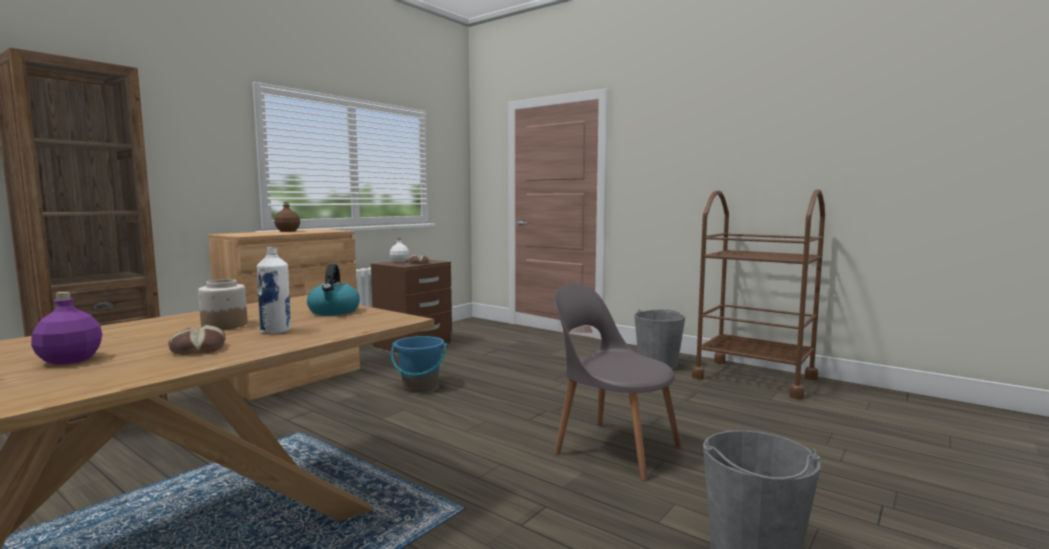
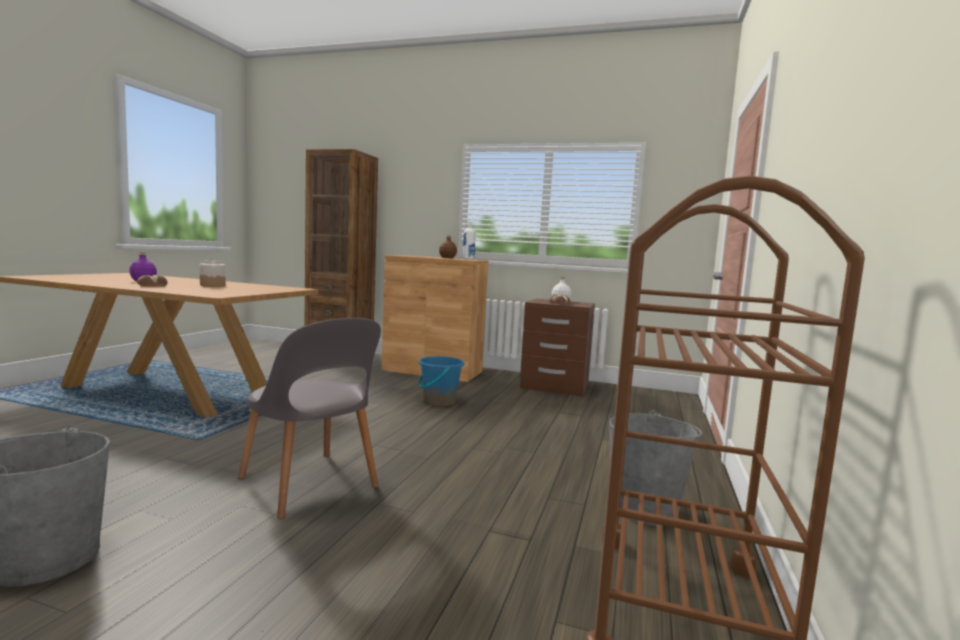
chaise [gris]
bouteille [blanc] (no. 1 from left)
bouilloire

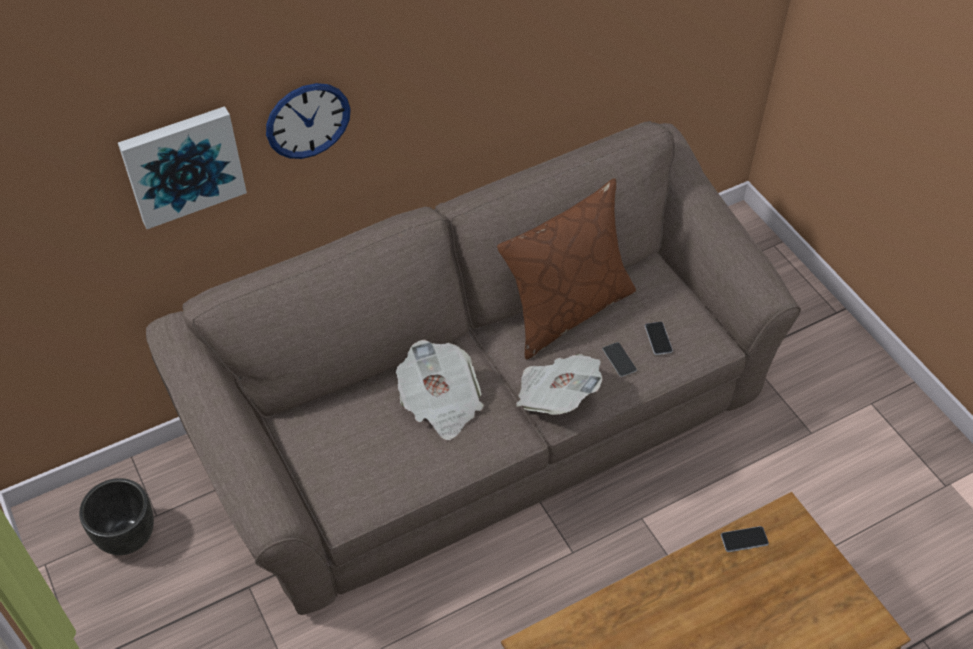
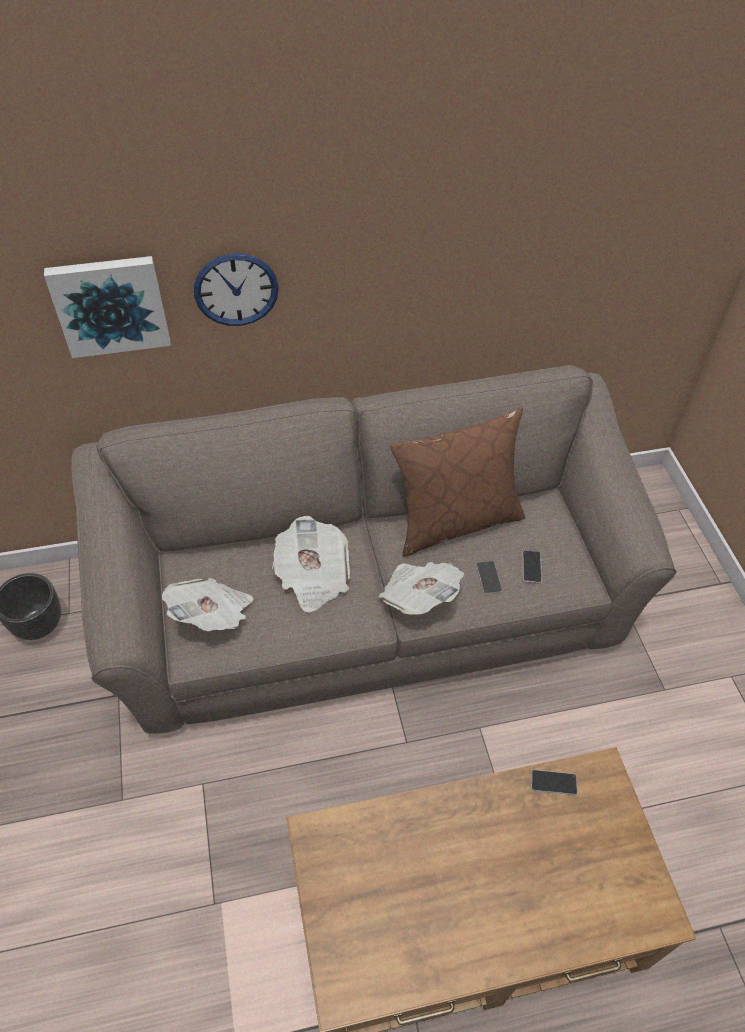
journal (no. 1 from left)

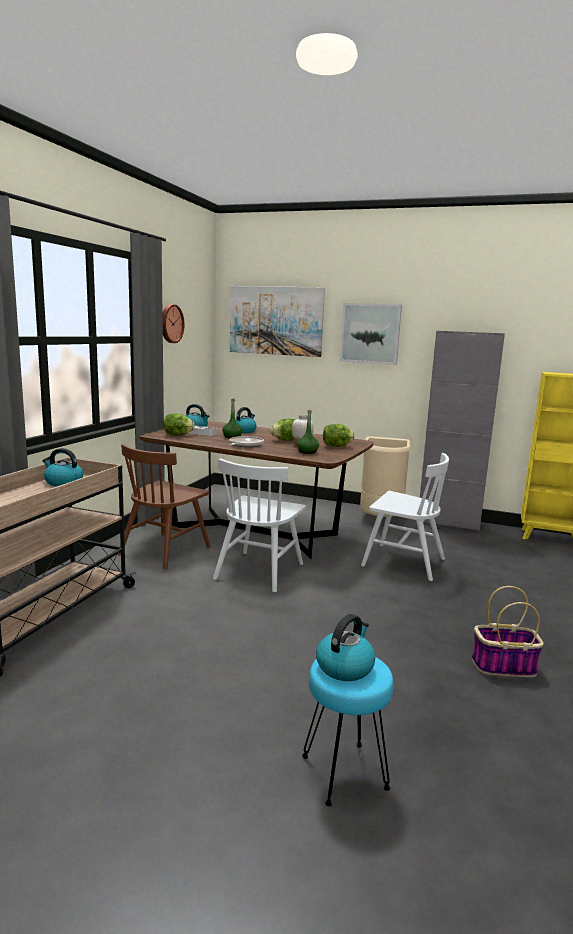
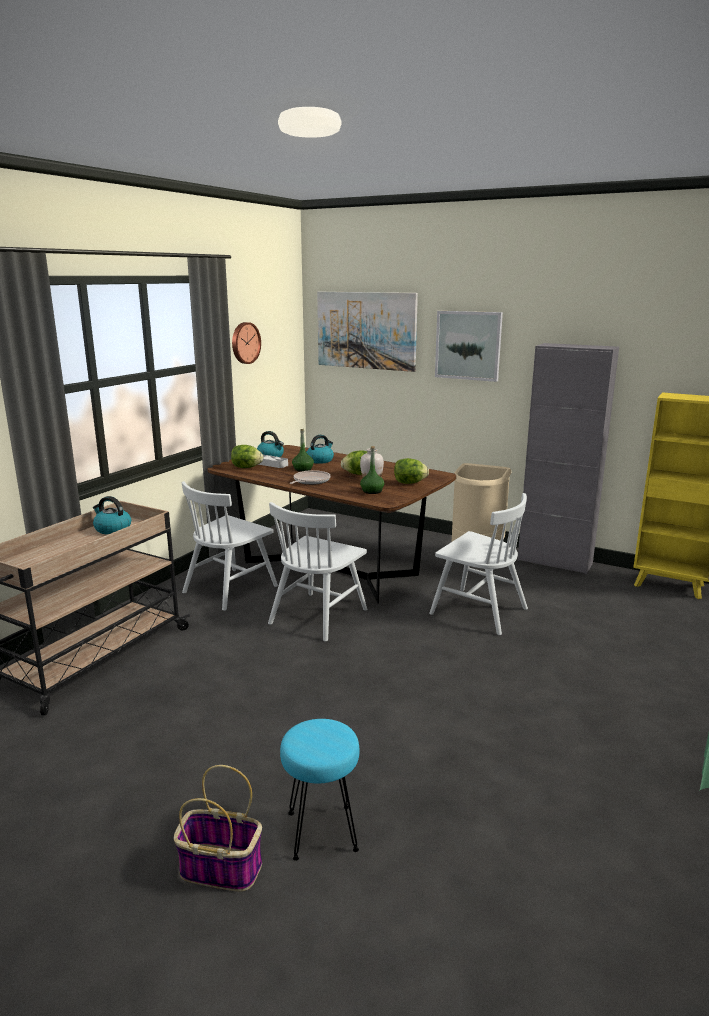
panier
chaise [blanc] (no. 1 from left)
bouilloire (no. 4 from left in the first image)

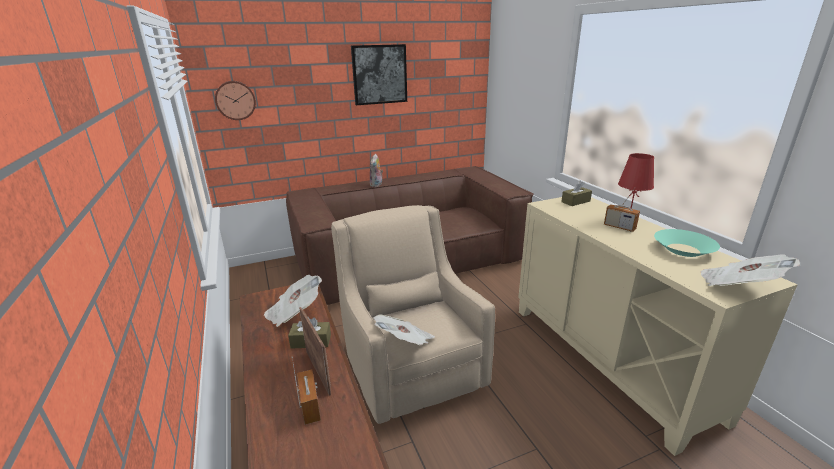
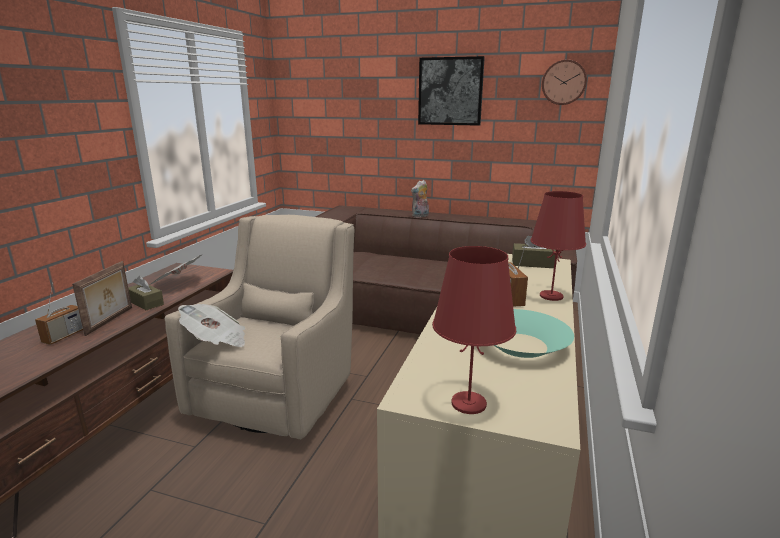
lampe de table [rouge] (no. 1 from left)
horloge murale

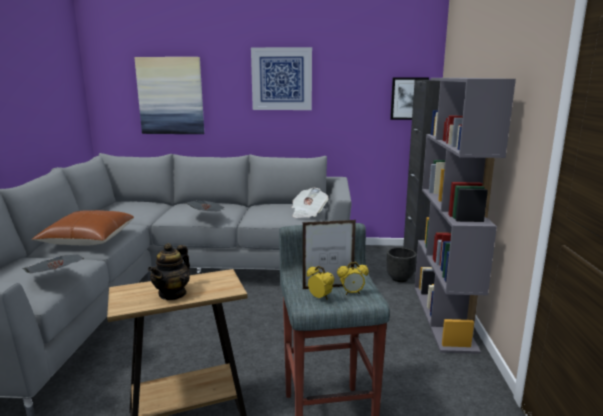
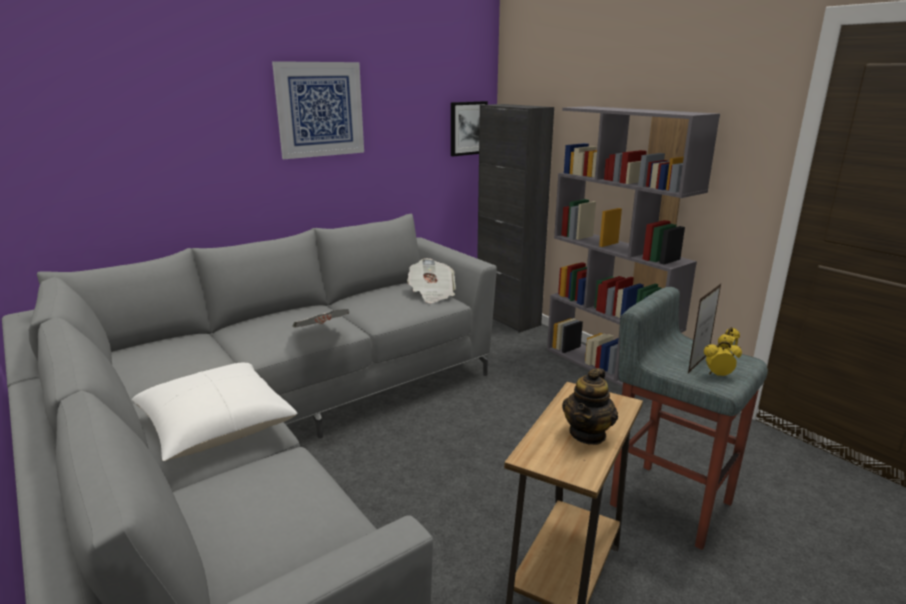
coussin [blanc]
théière
journal (no. 1 from left in the first image)
tableau (no. 1 from left in the first image)
cache-pot [noir]

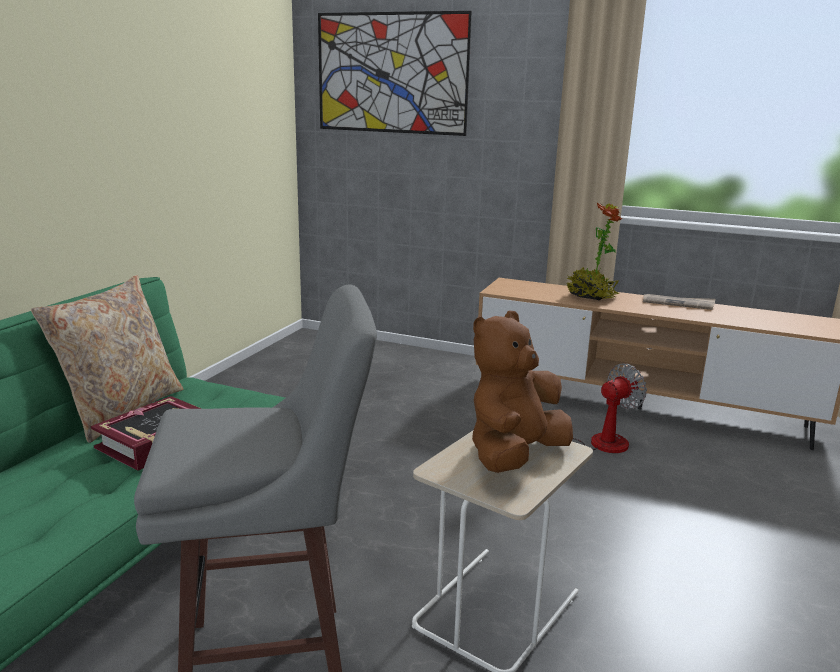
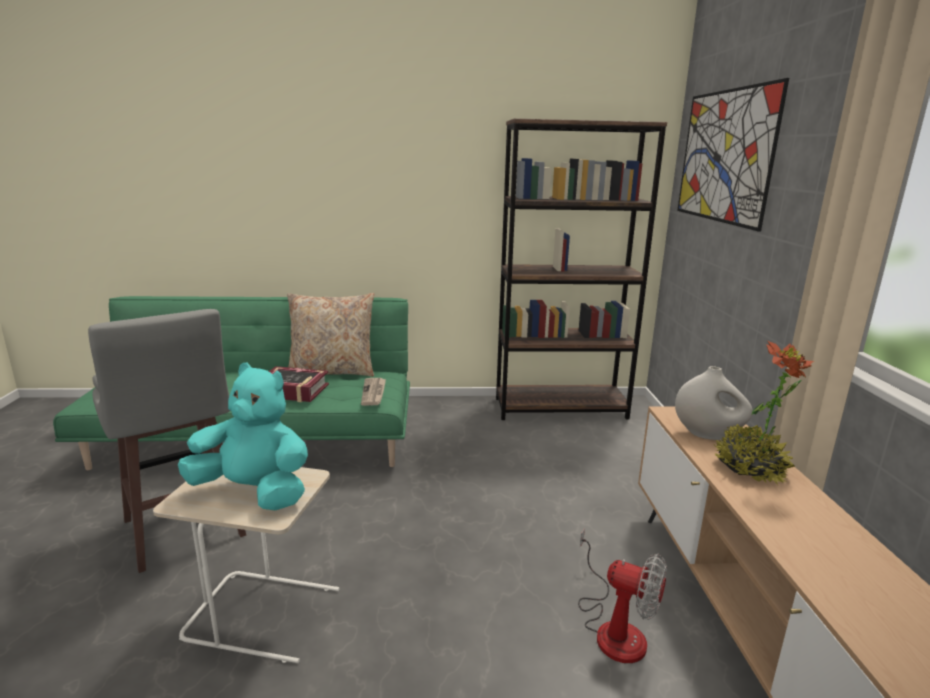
peluche [turquoise]
journal
bibliothèque [marron]
vase [blanc]

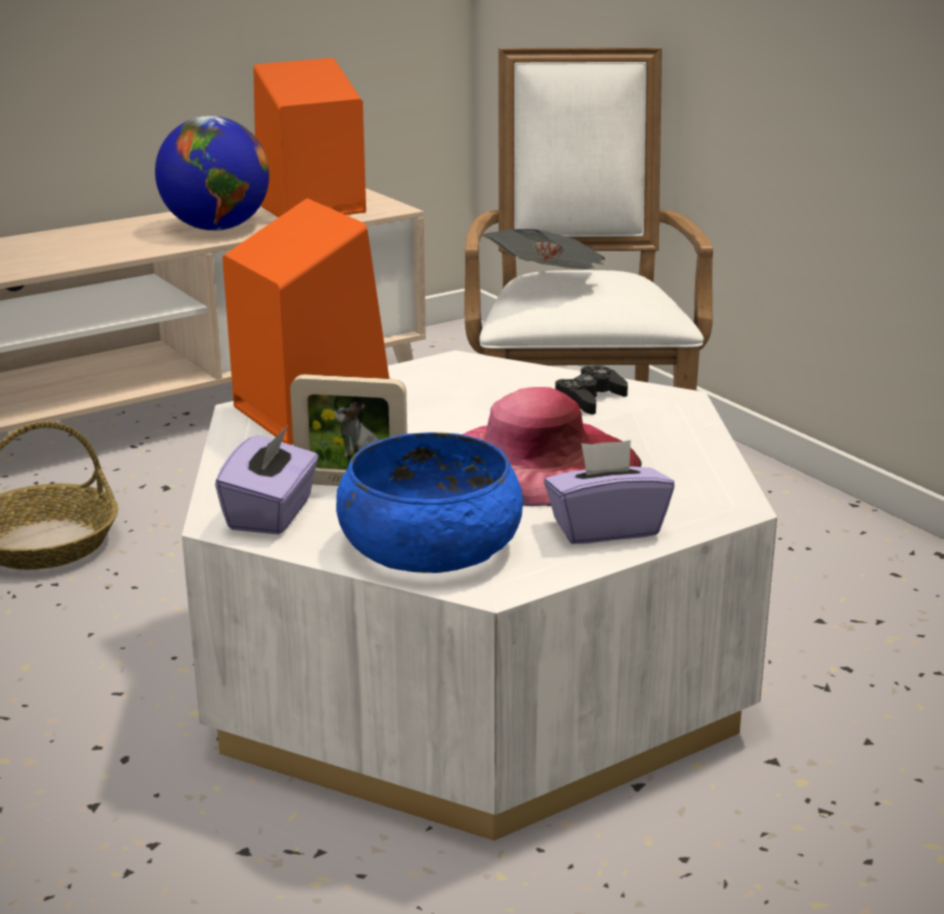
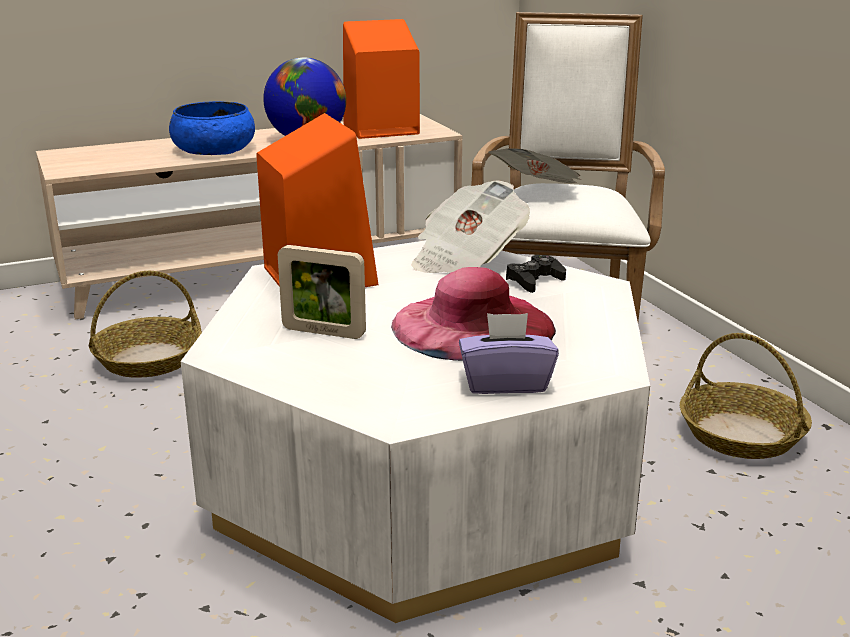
bol [bleu]
journal (no. 1 from left)
panier (no. 2 from left)
boîte à mouchoirs [violet] (no. 1 from left in the first image)

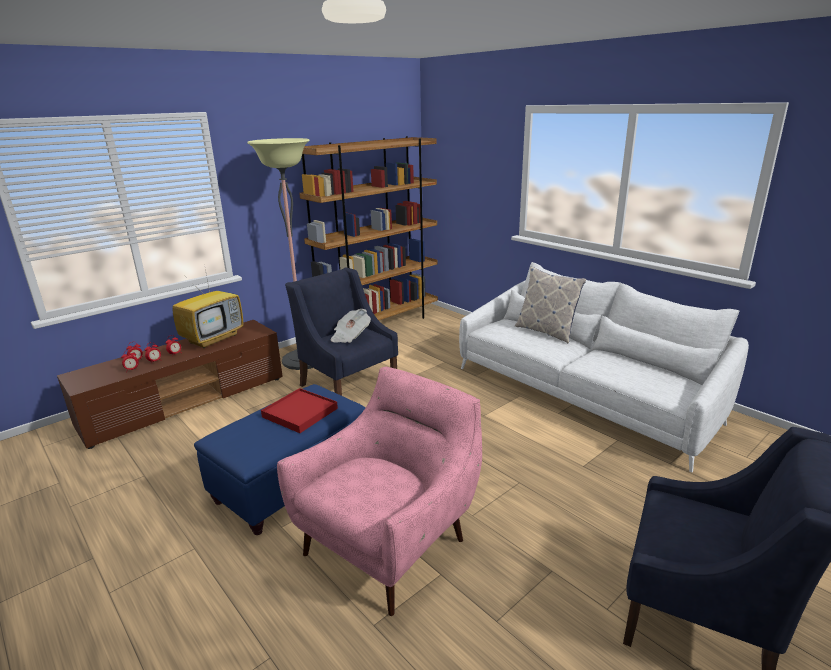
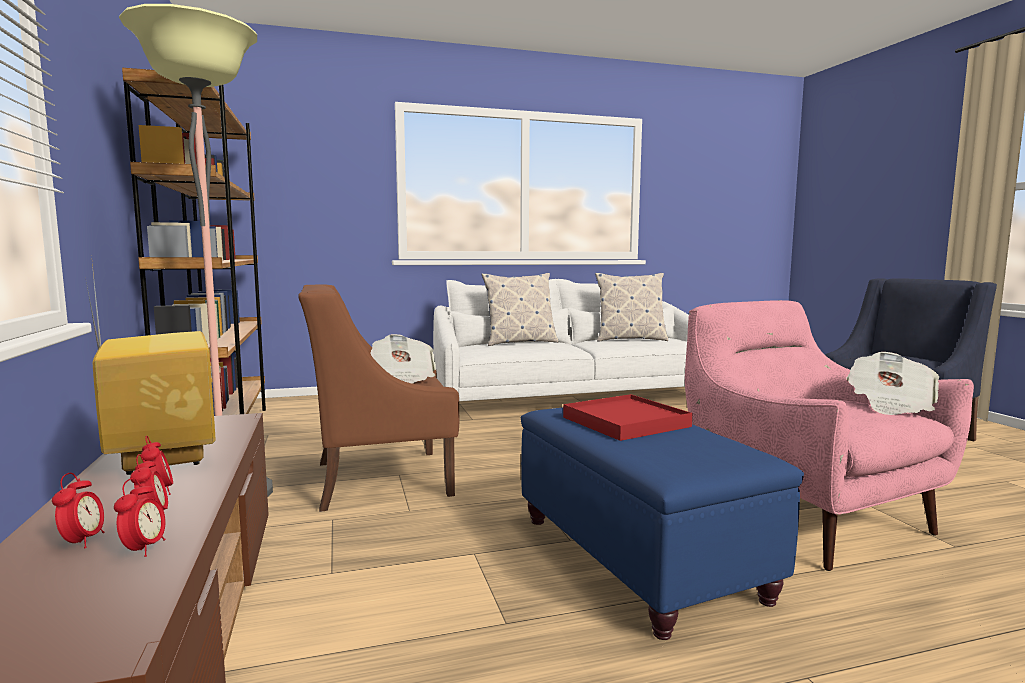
fauteuil [marron]
coussin (no. 2 from left)
journal (no. 2 from left)

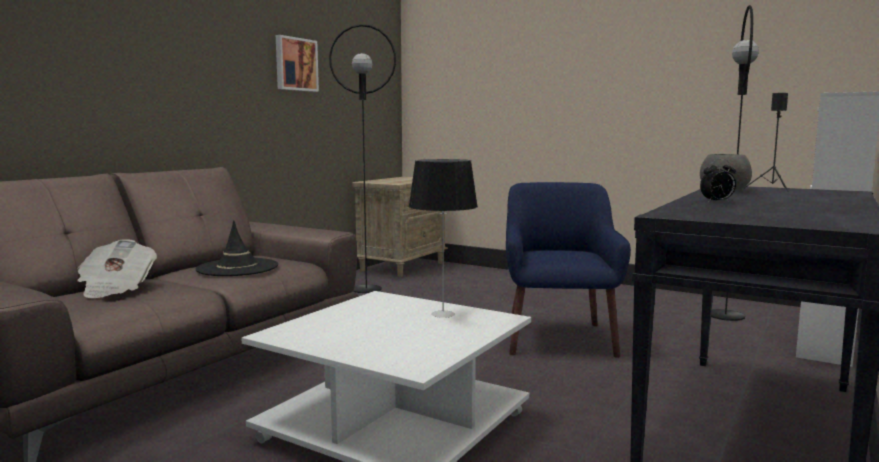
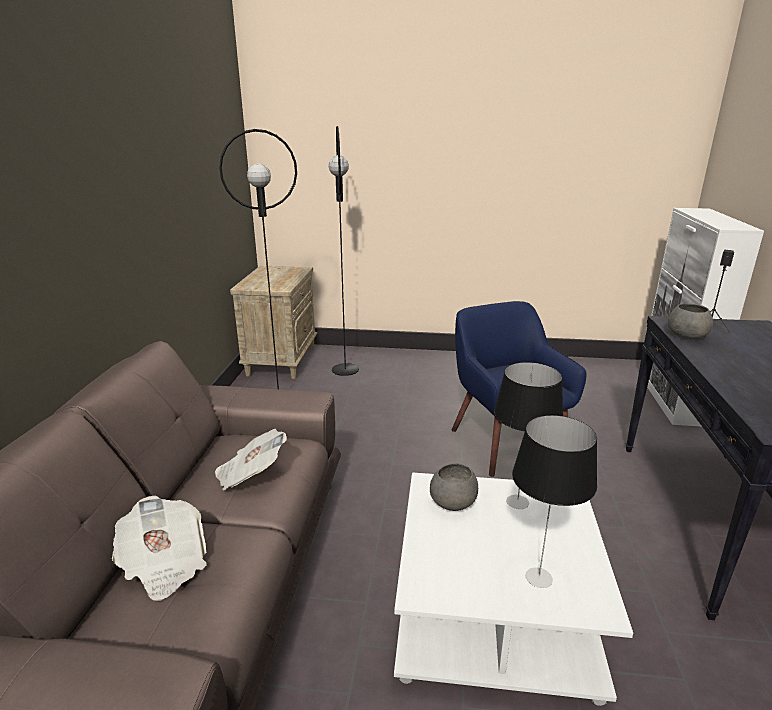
journal (no. 2 from left)
lampadaire [noir] (no. 2 from left)
bol [gris] (no. 1 from left)
lampe de table (no. 2 from left)
tableau
réveil

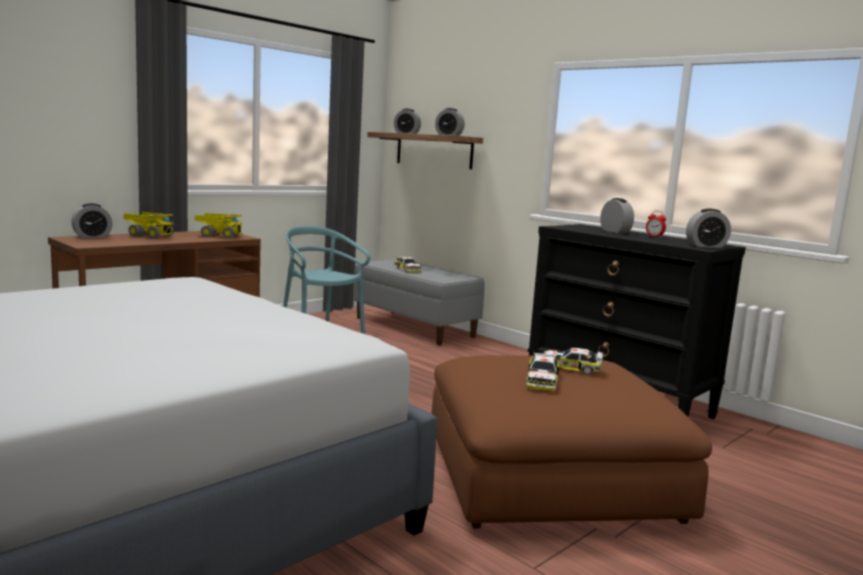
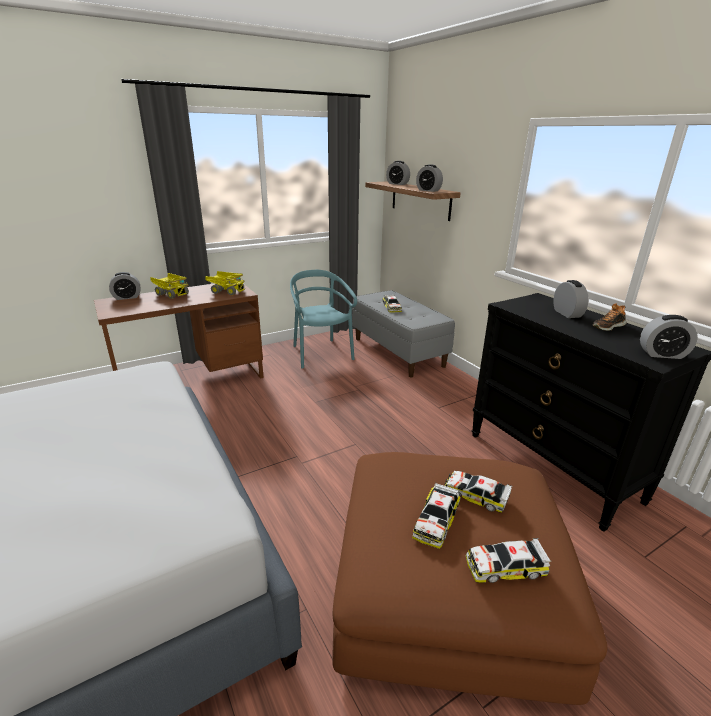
petite voiture (no. 4 from left)
chaussure

